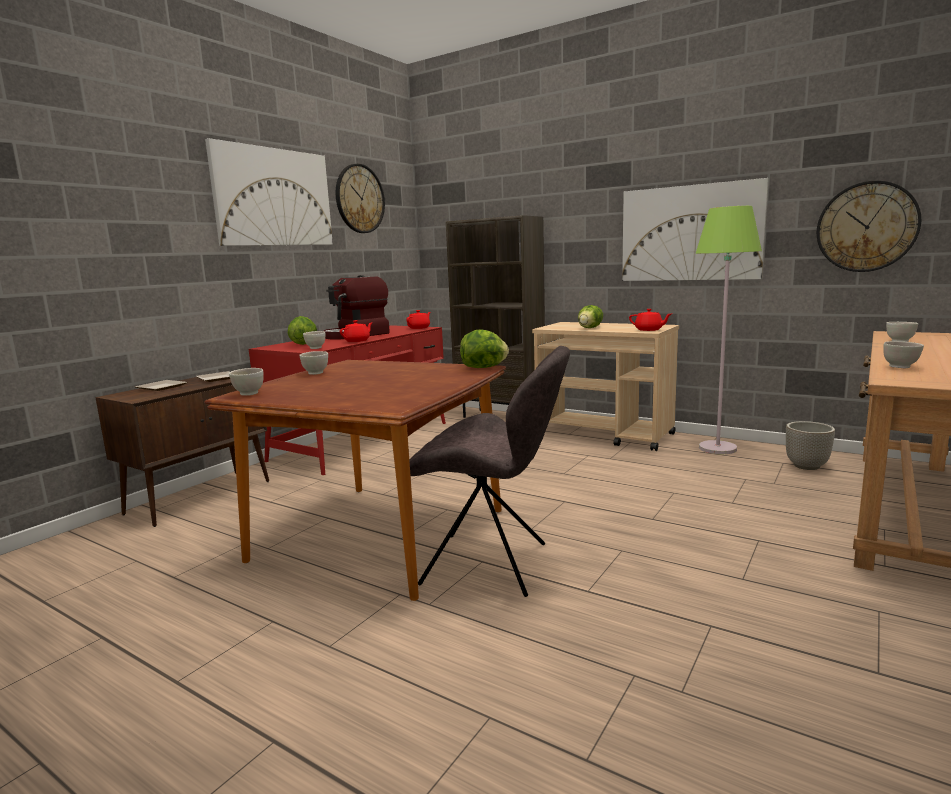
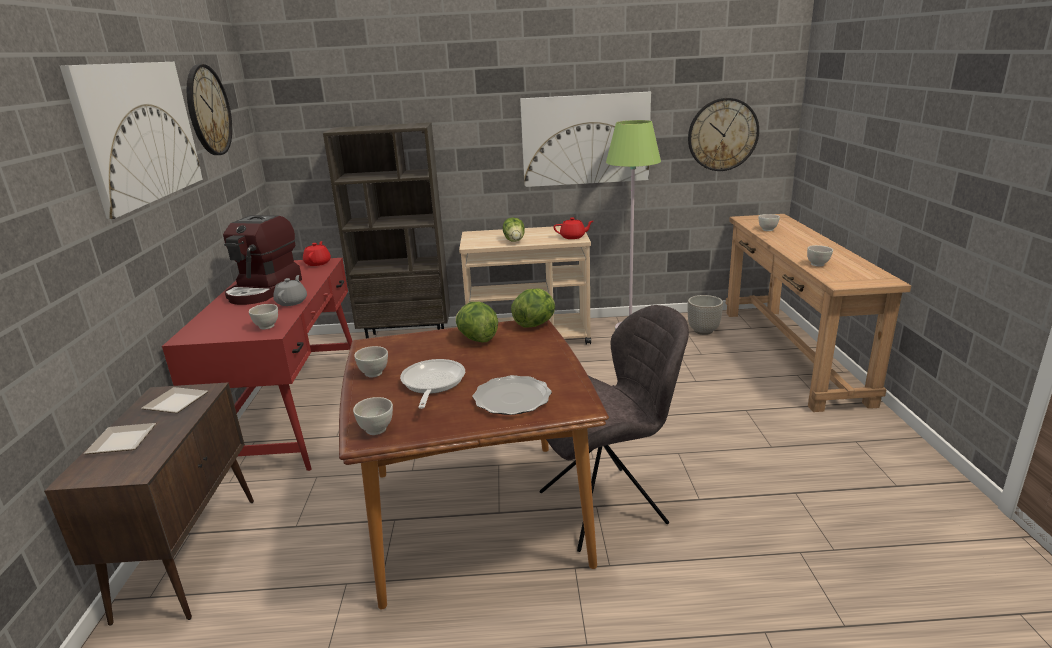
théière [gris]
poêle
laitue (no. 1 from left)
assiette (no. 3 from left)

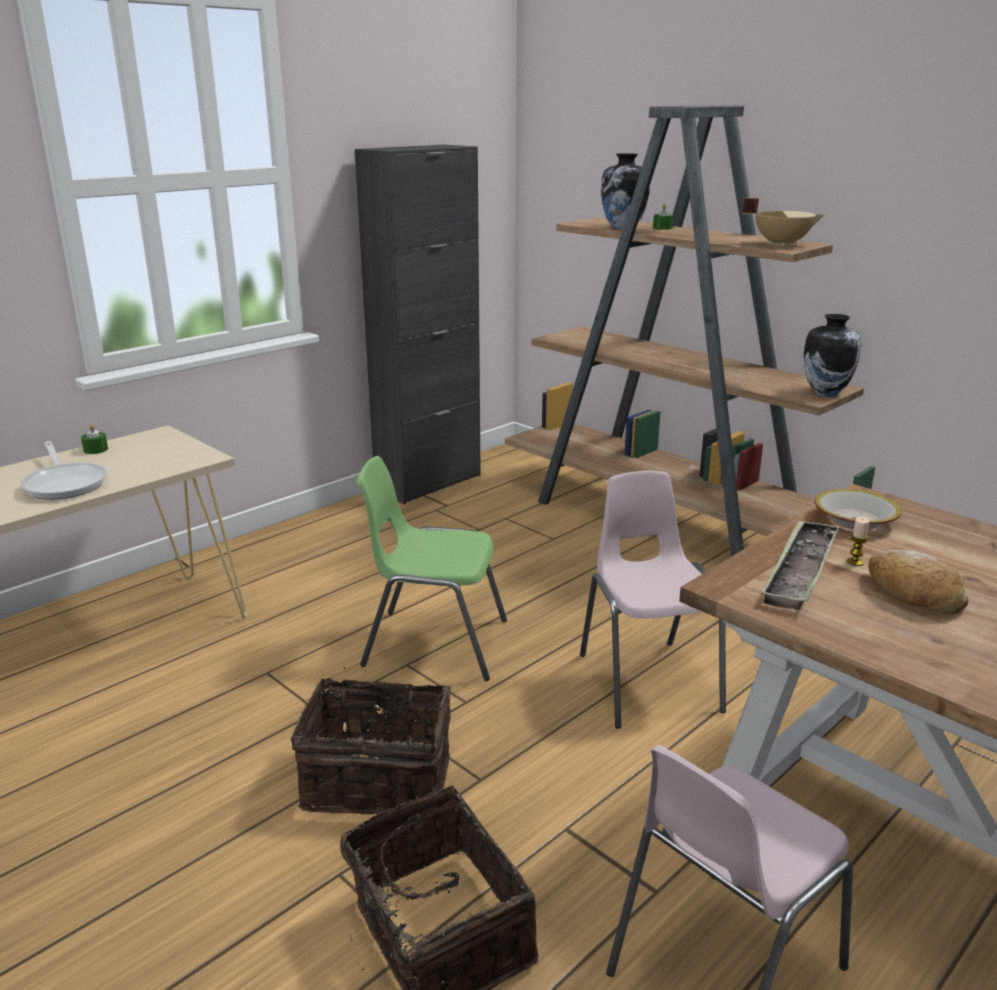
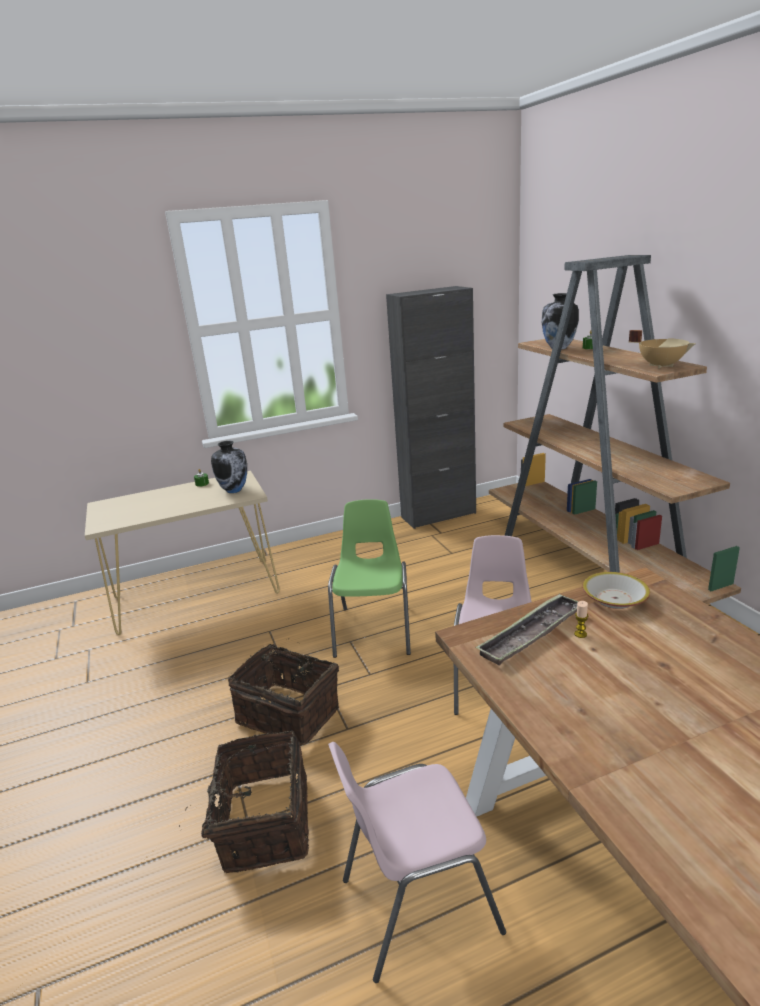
vase (no. 1 from left)
chaise [vert]
poêle
pain

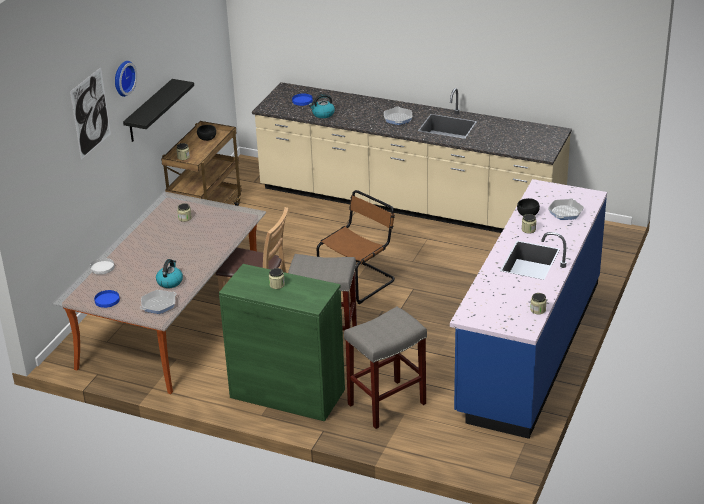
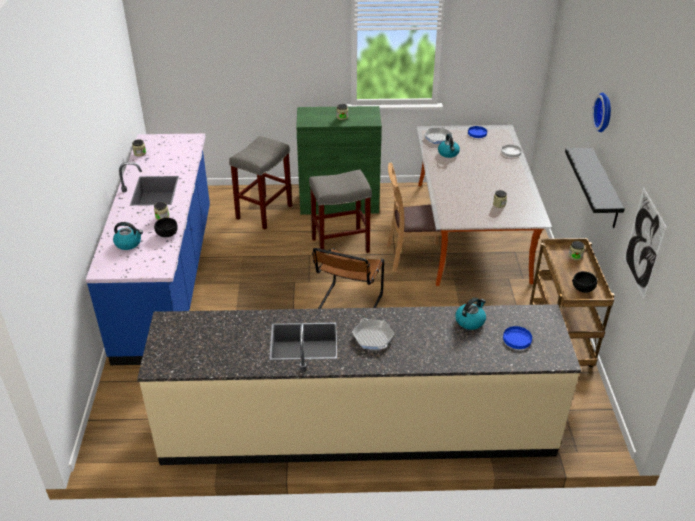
bouilloire (no. 1 from left)
tableau

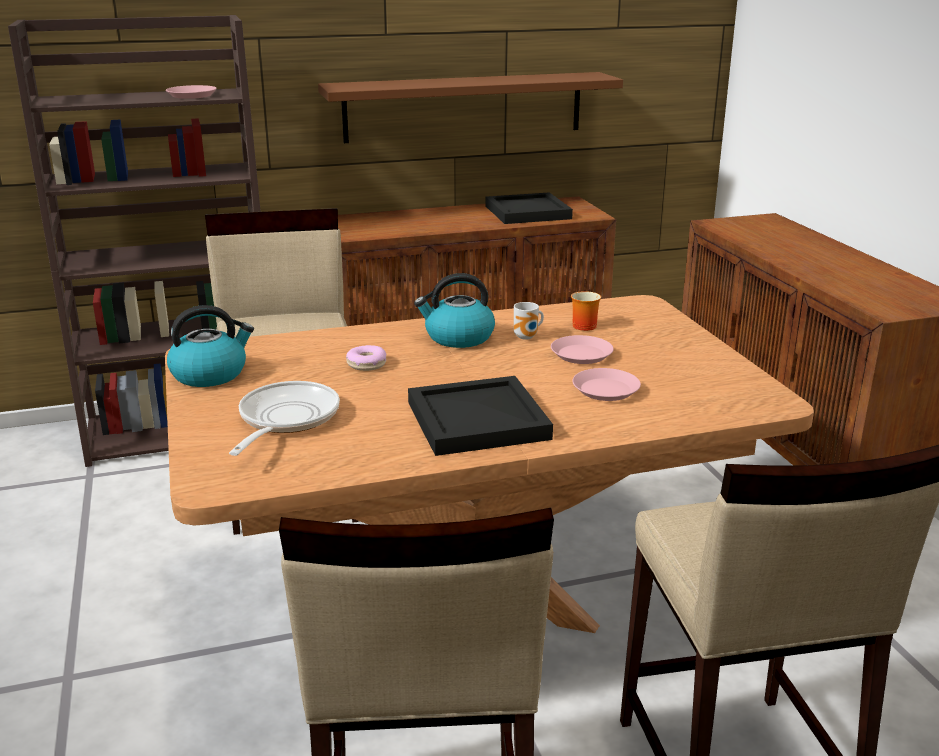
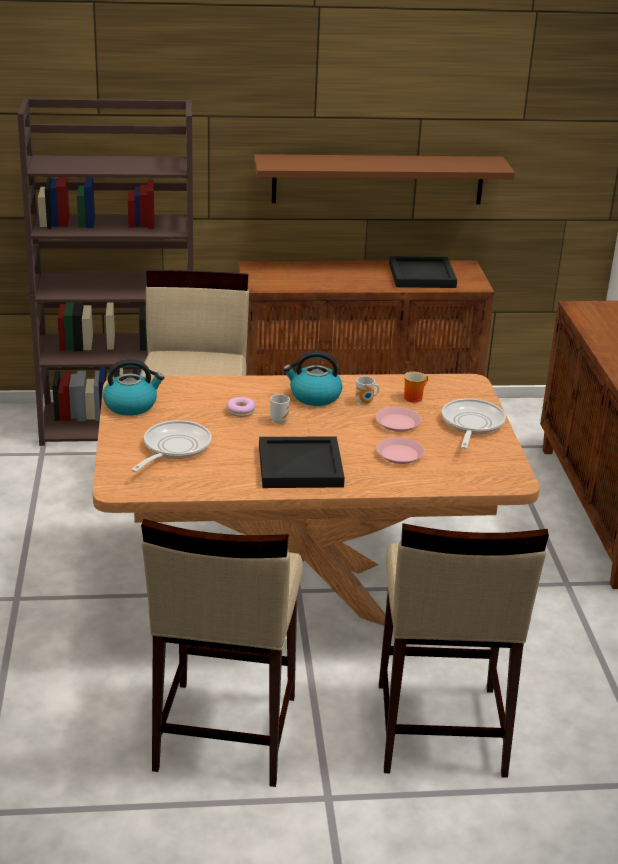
mug (no. 1 from left)
poêle (no. 2 from left)
assiette [rose] (no. 1 from left in the first image)

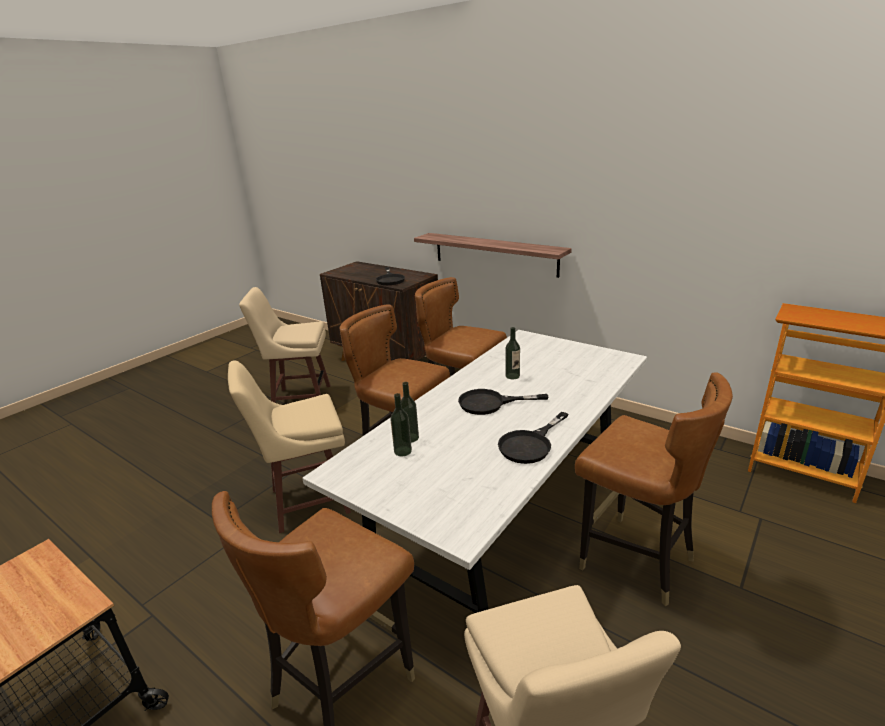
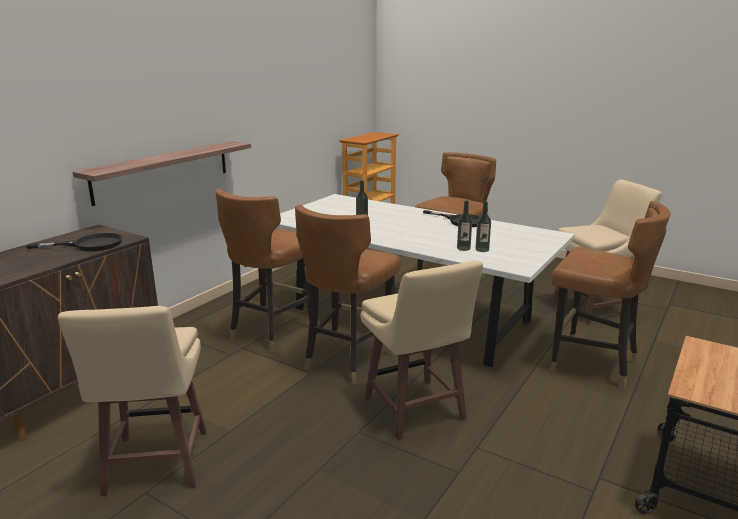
poêle [noir] (no. 2 from left in the first image)

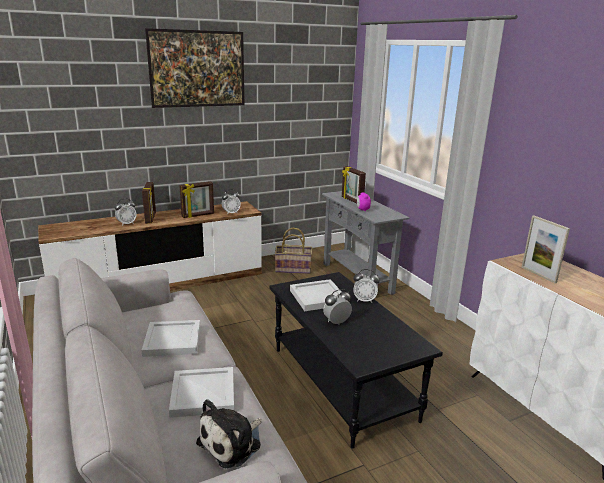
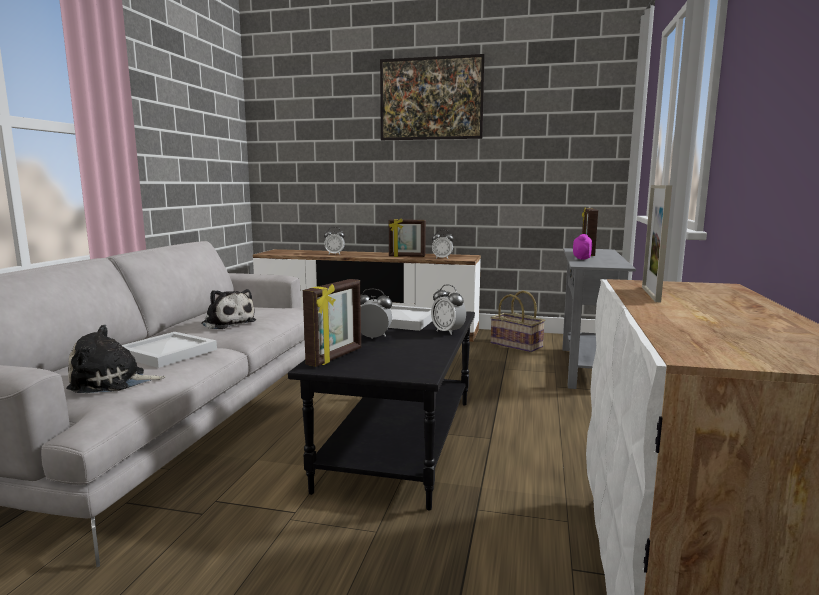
peluche (no. 2 from left)
cadre photo (no. 1 from left)

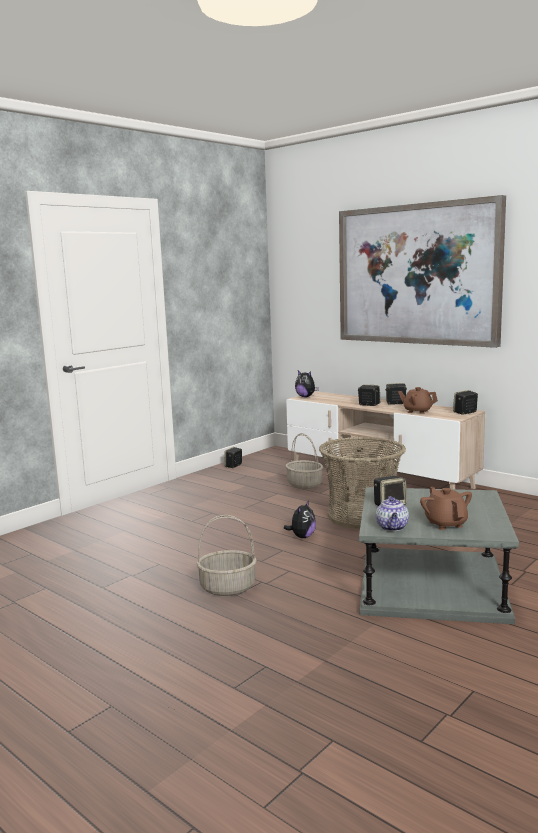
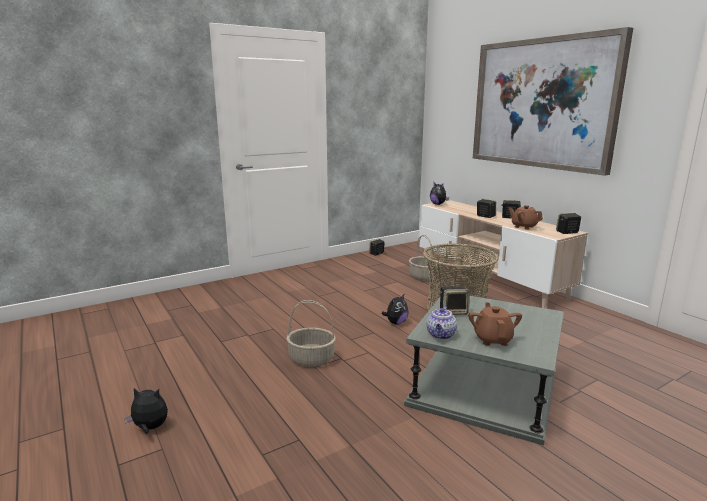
peluche (no. 1 from left)

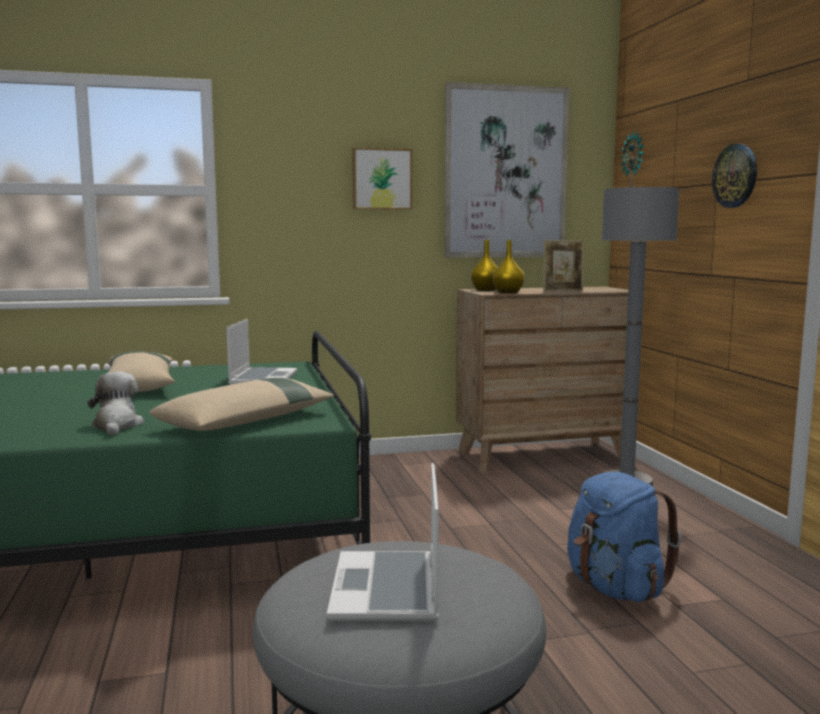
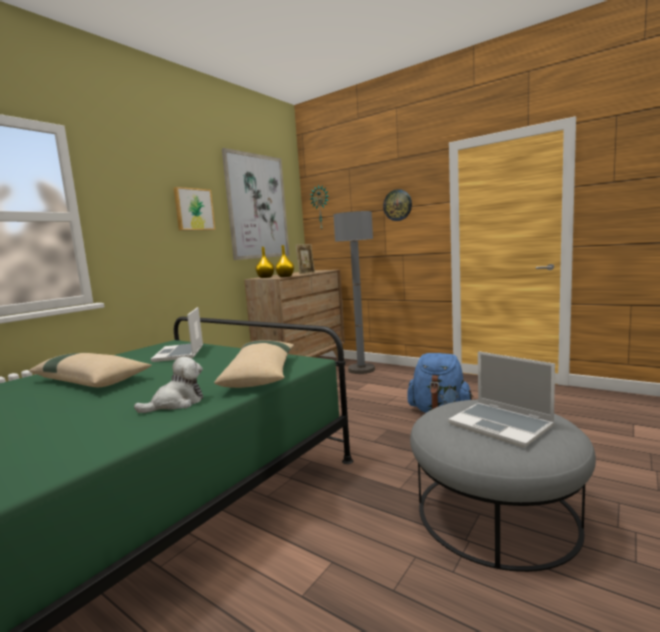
peluche
ordinateur portable (no. 1 from left)

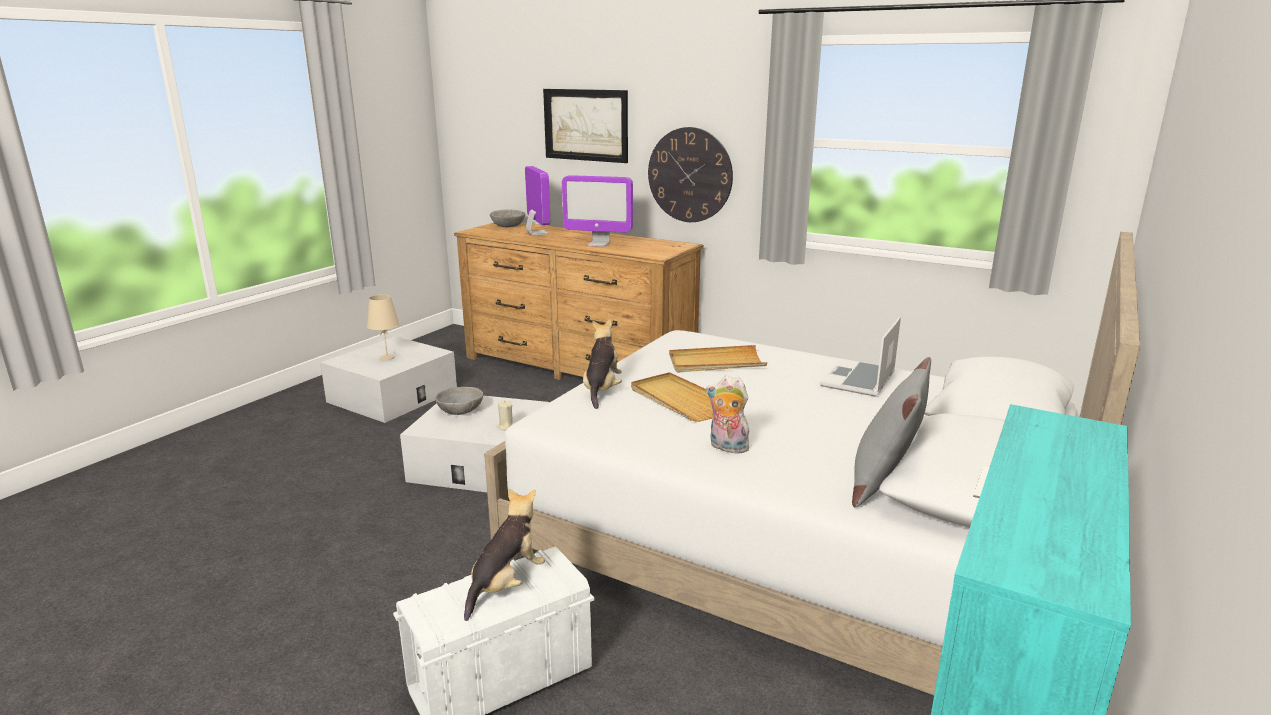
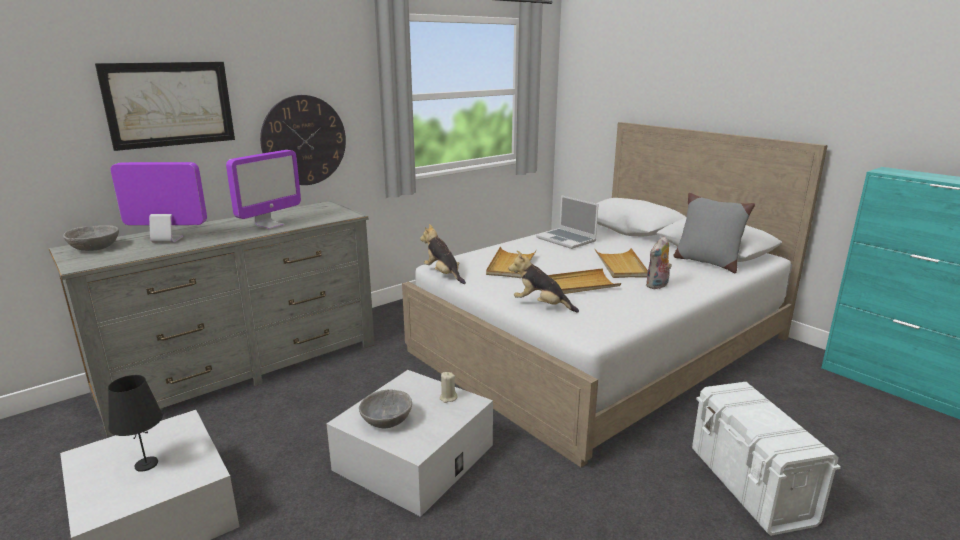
commode [gris]
lampe de table [noir]
peluche (no. 1 from left)
plateau [beige] (no. 3 from left)

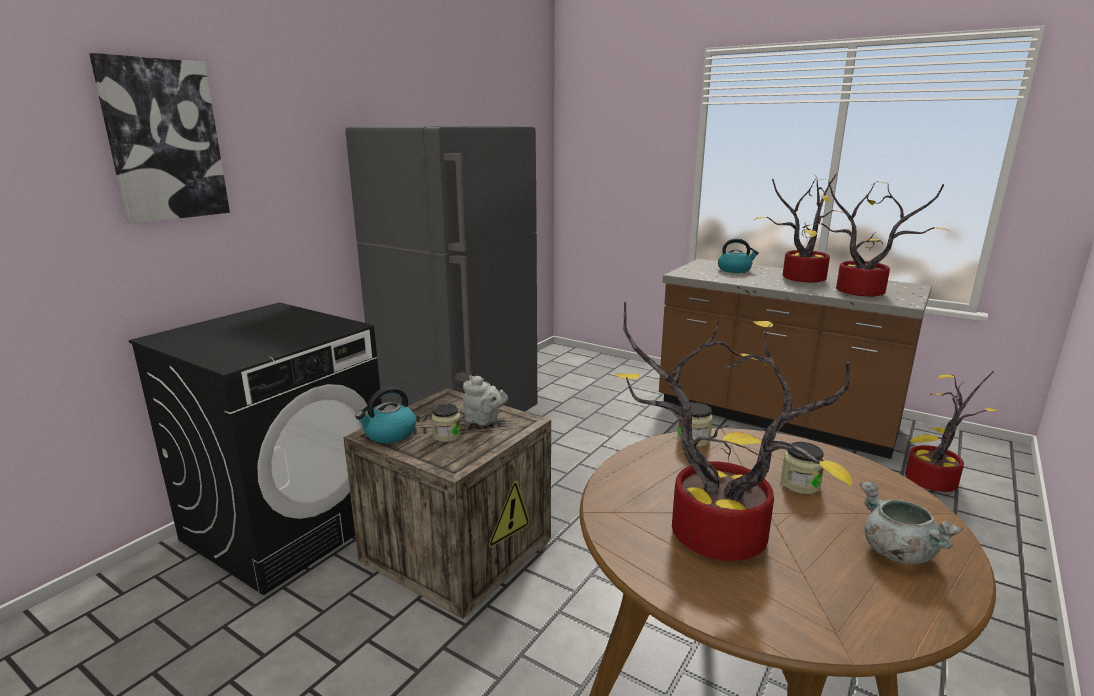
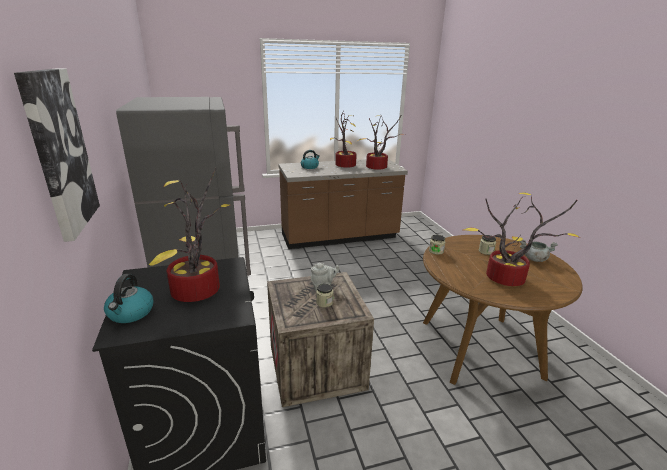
bouilloire (no. 1 from left)
plante en pot (no. 1 from left)

